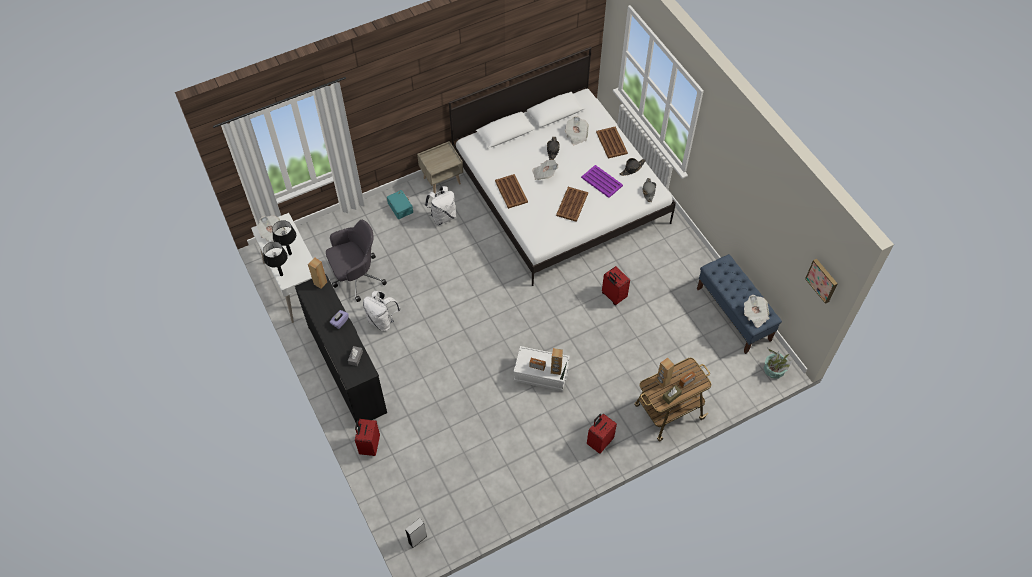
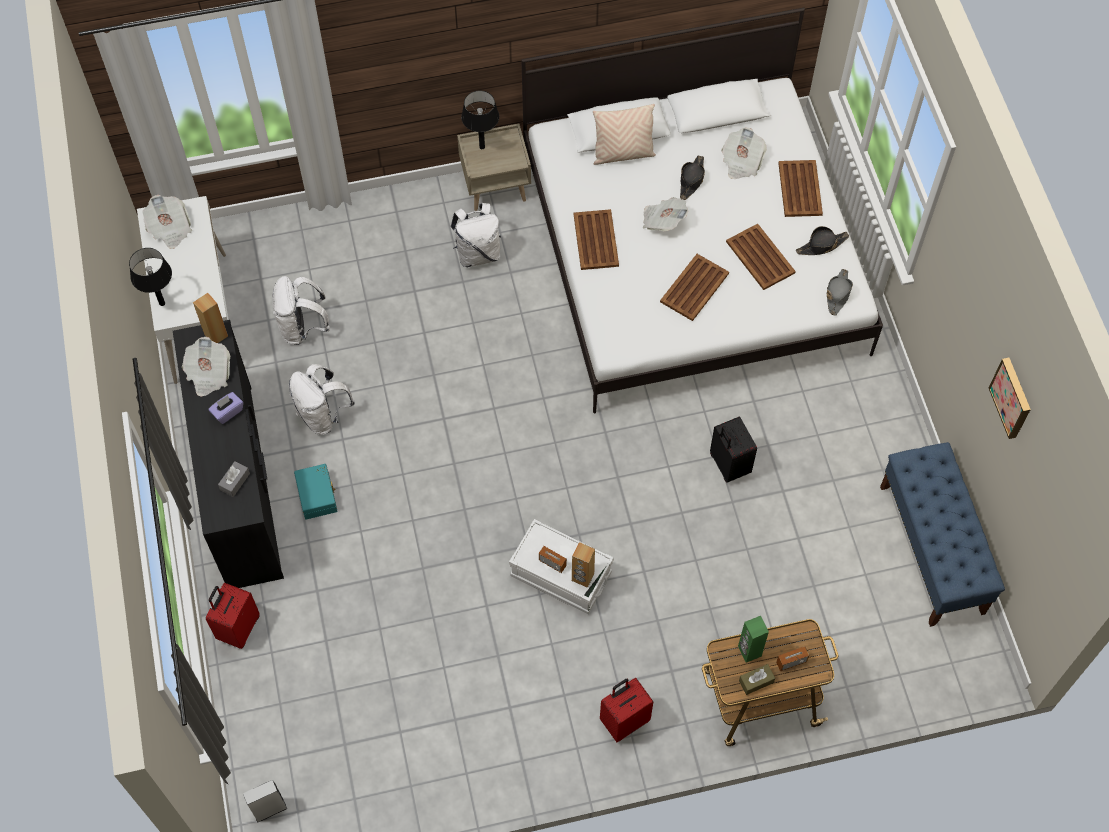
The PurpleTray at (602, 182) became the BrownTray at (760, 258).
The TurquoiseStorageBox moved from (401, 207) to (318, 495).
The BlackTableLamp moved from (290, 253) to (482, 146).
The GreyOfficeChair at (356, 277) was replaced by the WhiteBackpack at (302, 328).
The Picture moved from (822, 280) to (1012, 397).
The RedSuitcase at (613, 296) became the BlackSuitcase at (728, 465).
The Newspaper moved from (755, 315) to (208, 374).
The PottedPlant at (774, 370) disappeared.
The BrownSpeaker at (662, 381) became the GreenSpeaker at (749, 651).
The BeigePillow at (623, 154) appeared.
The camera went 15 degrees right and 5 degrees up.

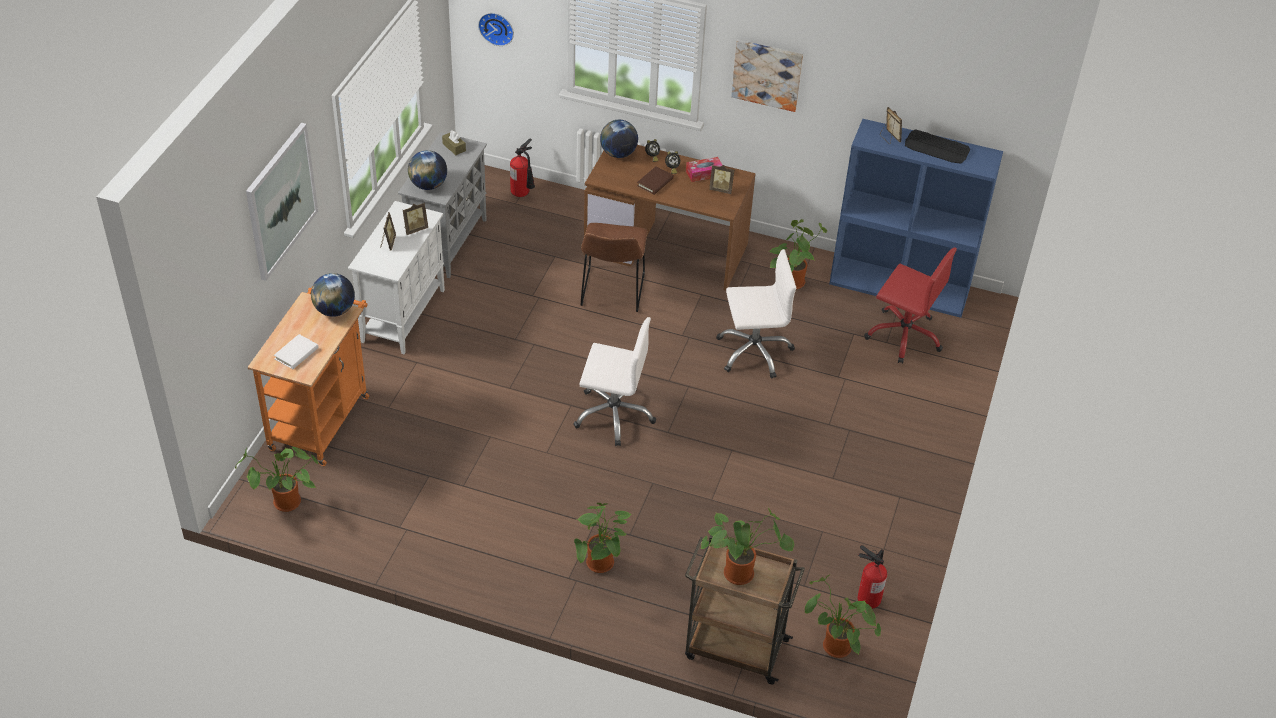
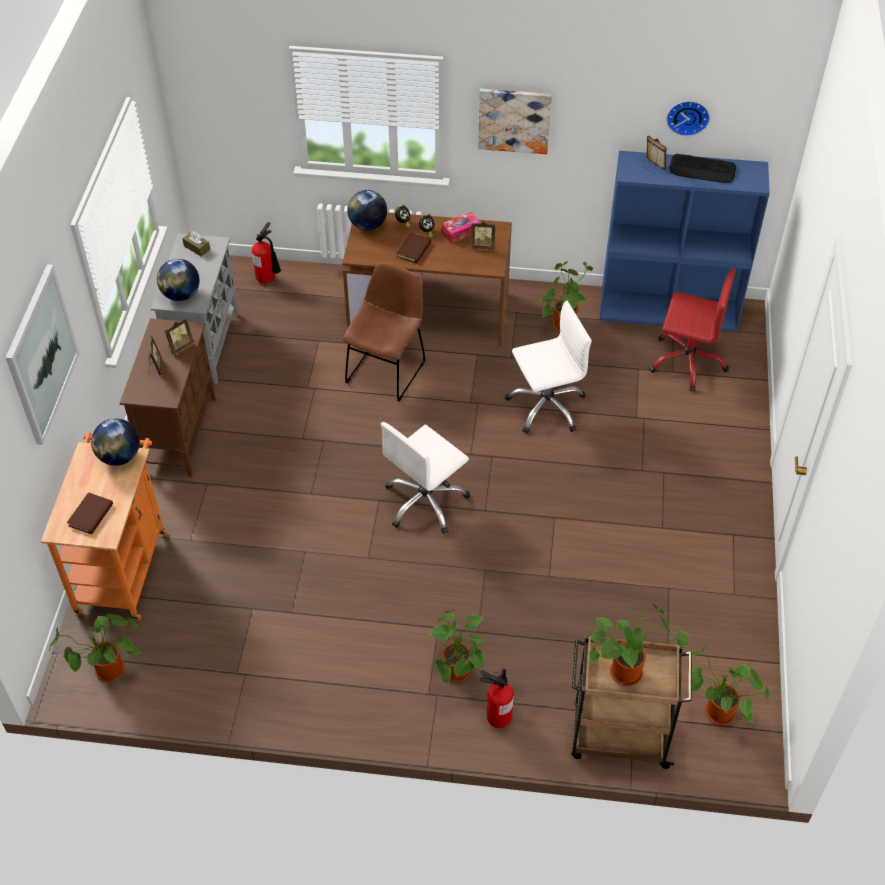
The WallClock moved from (497, 27) to (688, 116).
The WhiteCabinet at (403, 315) became the BrownCabinet at (180, 434).
The BrownChair at (612, 293) turned 150 degrees counterclockwise.
The WhiteOfficeChair at (614, 414) turned 135 degrees clockwise.
The WhiteBook at (296, 354) became the BrownBook at (91, 515).
The FireExtinguisher moved from (868, 598) to (498, 714).
The camera went 10 degrees left and 5 degrees up.

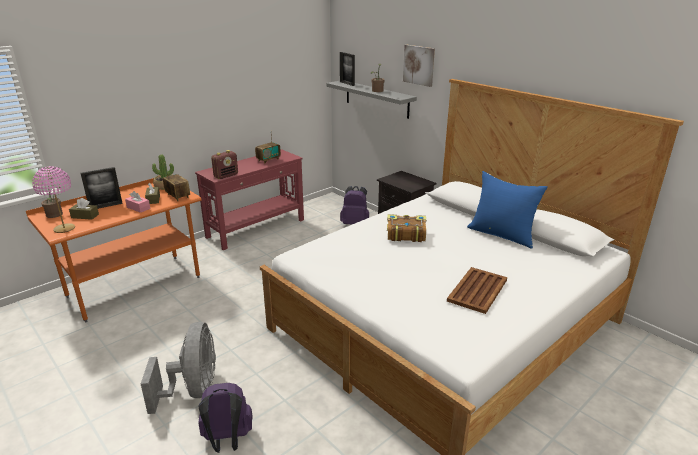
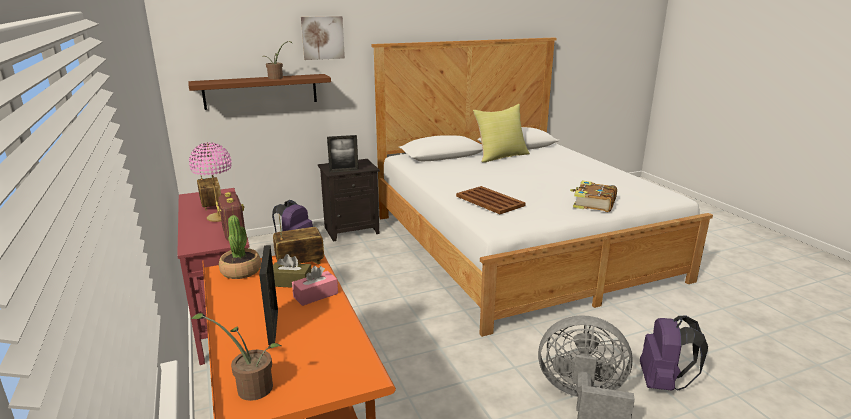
The PictureFrame moved from (347, 83) to (344, 171).
The GreyShelf at (376, 99) became the BrownShelf at (261, 91).
The PinkTableLamp moved from (64, 229) to (218, 218).
The BluePillow at (502, 234) became the YellowPillow at (501, 156).
The BrownTissueBox at (85, 216) disappeared.
The Book moved from (405, 234) to (593, 204).
The BrownTray moved from (478, 290) to (489, 200).
The camera went 70 degrees left and 5 degrees down.

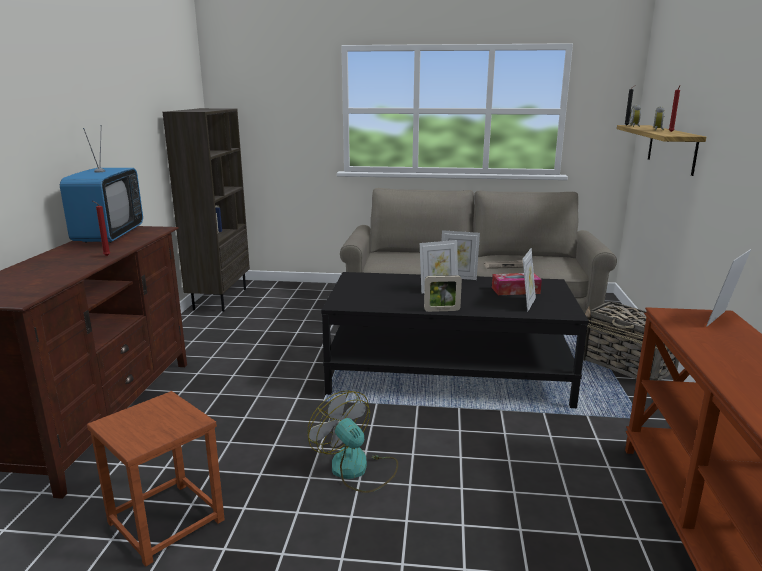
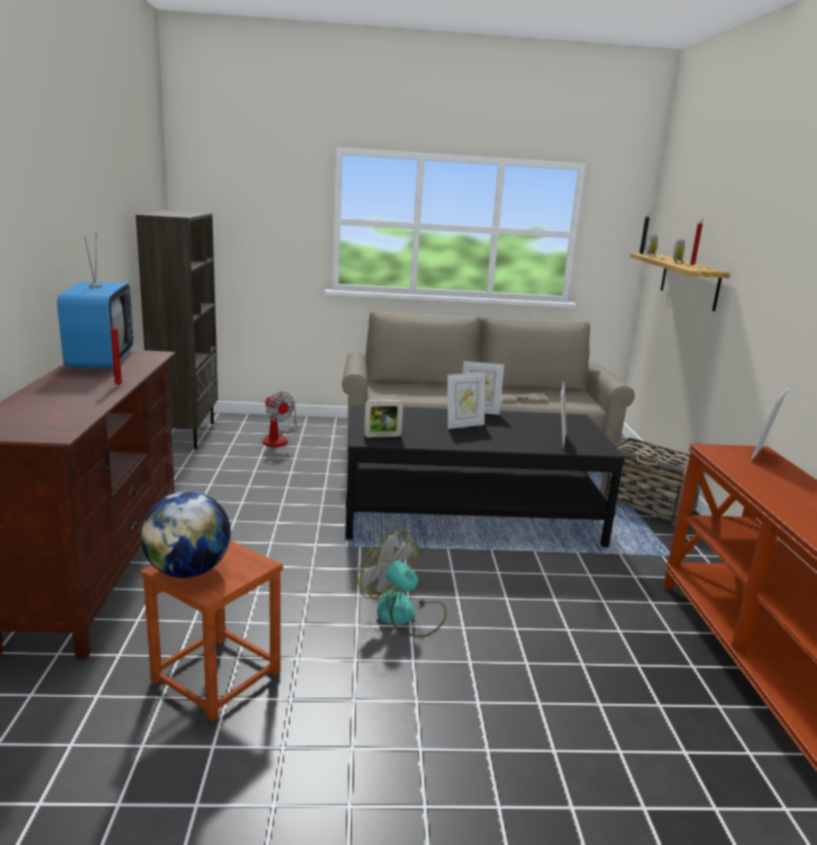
The TissueBox at (515, 290) disappeared.
The PictureFrame moved from (442, 310) to (382, 436).
The Fan at (278, 439) appeared.
The Globe at (188, 571) appeared.
The camera went 10 degrees left and 0 degrees up.

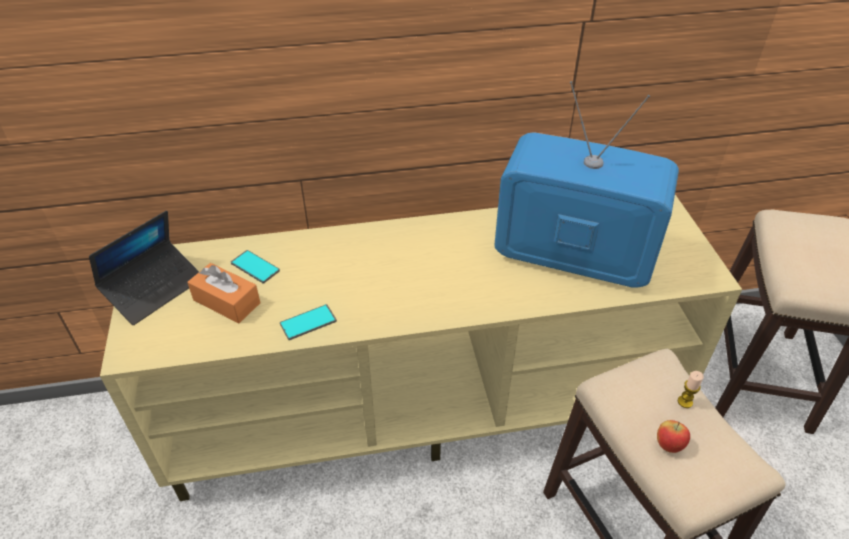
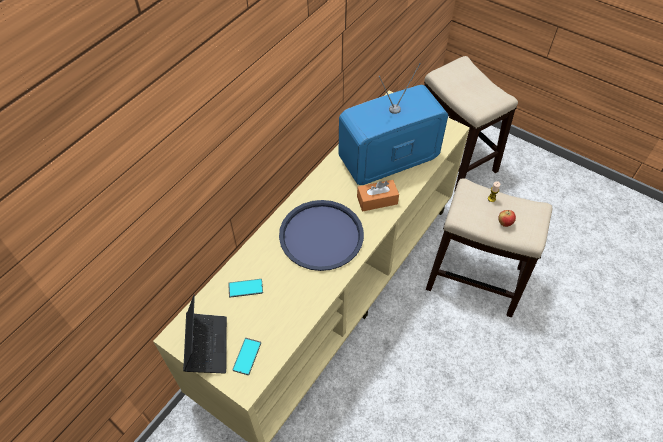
The OrangeTissueBox moved from (227, 301) to (377, 200).
The Phone moved from (308, 322) to (247, 356).
The BlueTray at (321, 235) appeared.
The camera went 45 degrees left and 10 degrees up.

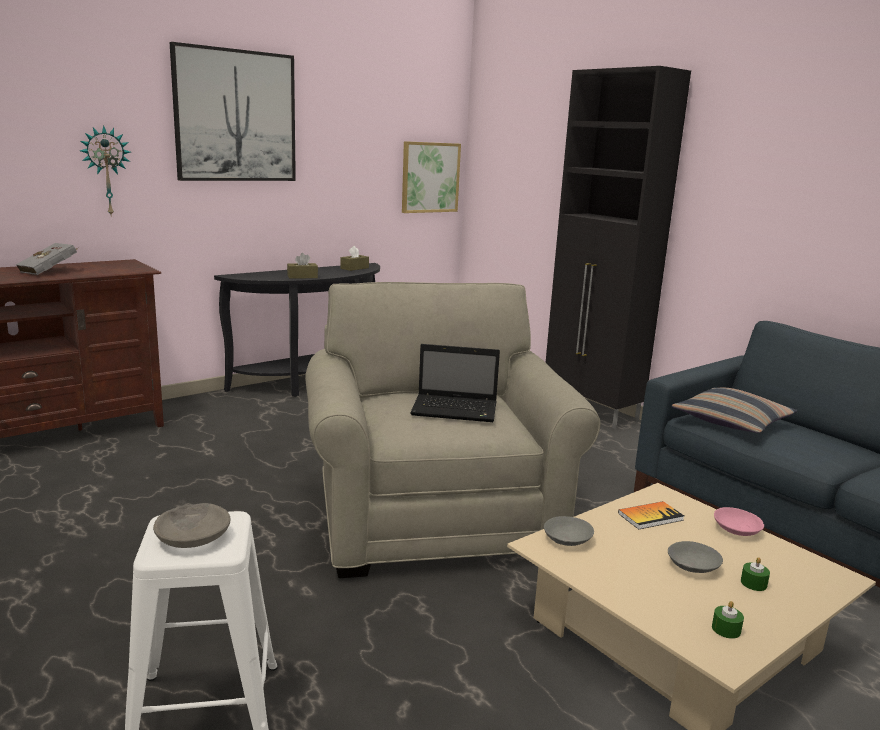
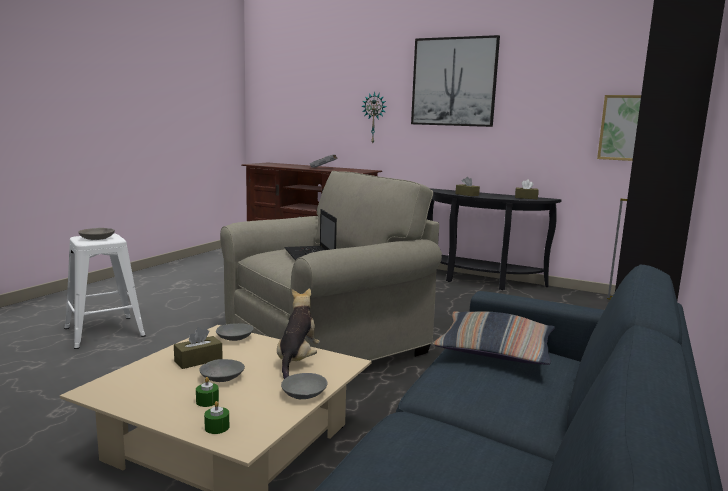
The Book at (650, 517) was replaced by the PlushToy at (297, 360).
The PinkBowl at (737, 530) became the GreyBowl at (303, 394).
The GreenCandle moved from (726, 629) to (217, 427).
The BrownTissueBox at (198, 360) appeared.
The camera went 65 degrees right and 5 degrees down.

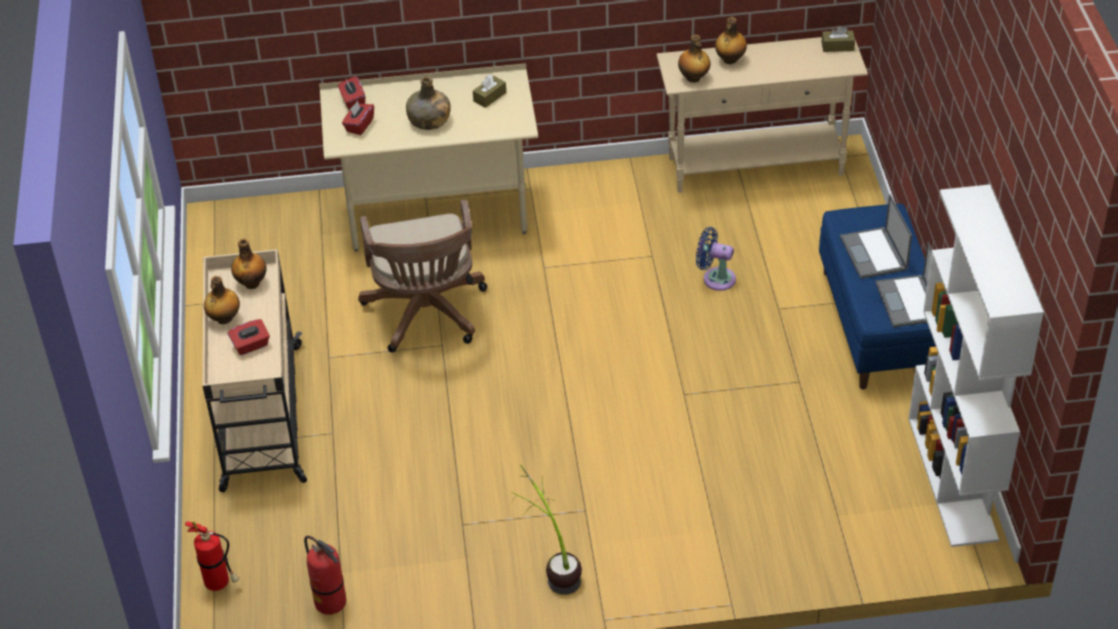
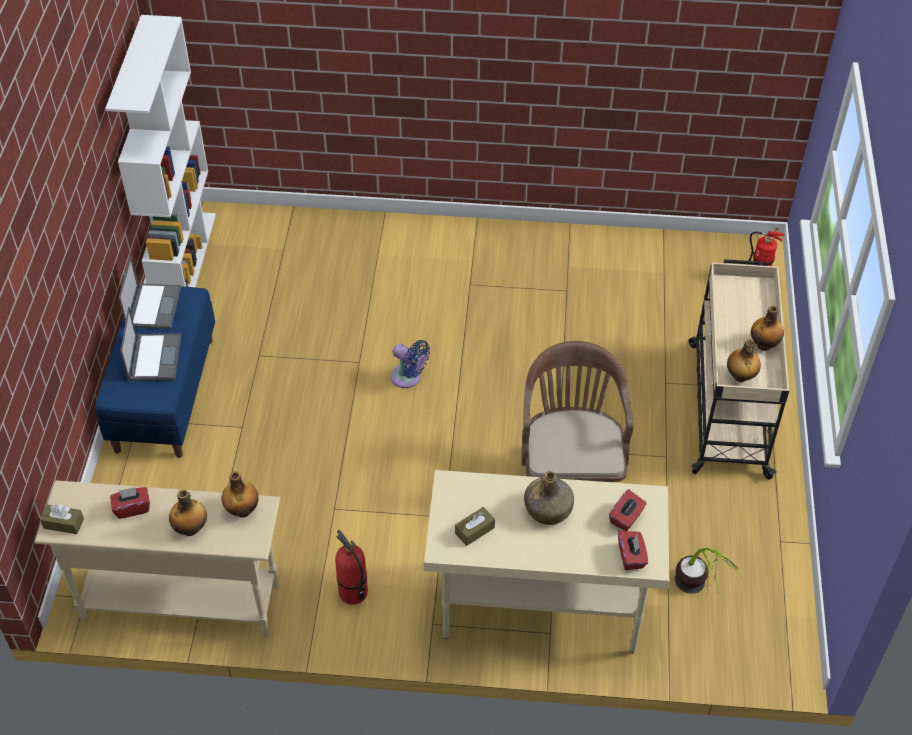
The BlueFan moved from (715, 278) to (408, 378).
The RedTissueBox moved from (251, 345) to (132, 508).
The PottedPlant moved from (552, 567) to (698, 595).
The FireExtinguisher moved from (331, 602) to (353, 592).
The camera went 170 degrees left and 5 degrees up.

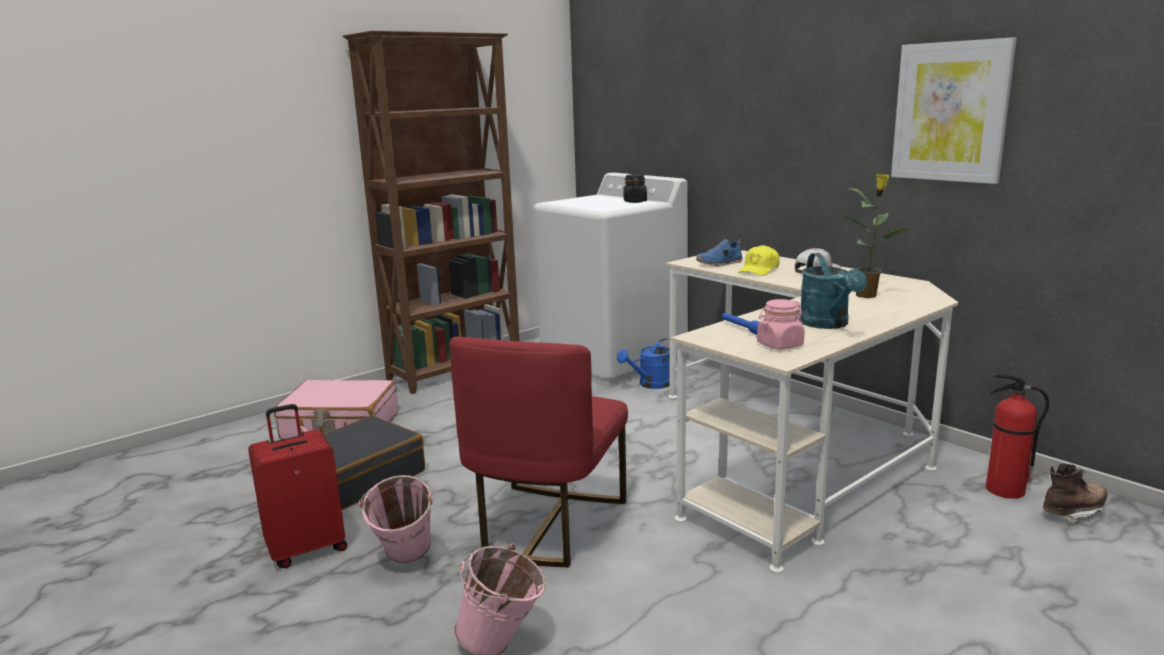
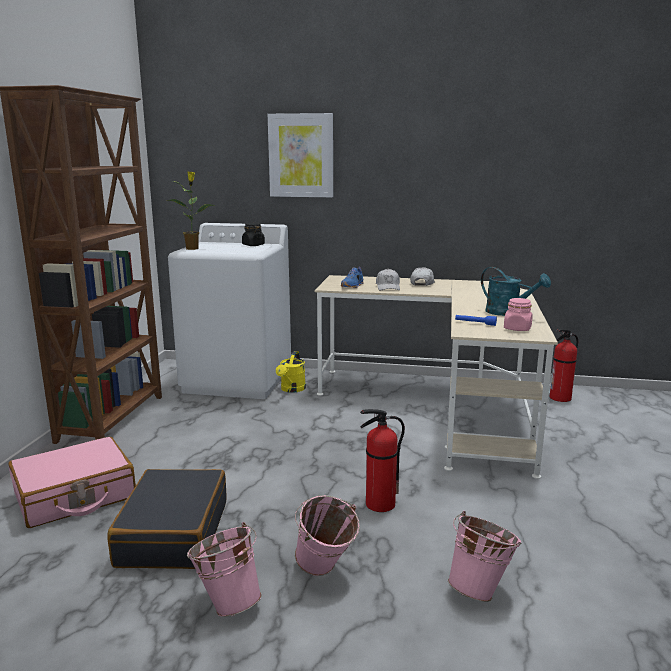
The Picture moved from (950, 112) to (301, 155).
The PottedPlant moved from (867, 295) to (193, 248).
The YellowCap at (759, 270) became the WhiteCap at (388, 287).
The RedChair at (547, 525) was replaced by the FireExtinguisher at (379, 504).
The BlueWateringCan at (650, 384) became the YellowWateringCan at (291, 389).
The RedSuitcase at (307, 549) was replaced by the PinkBucket at (228, 602).
The BrownBoot at (1073, 512) disappeared.
The camera went 40 degrees left and 0 degrees up.

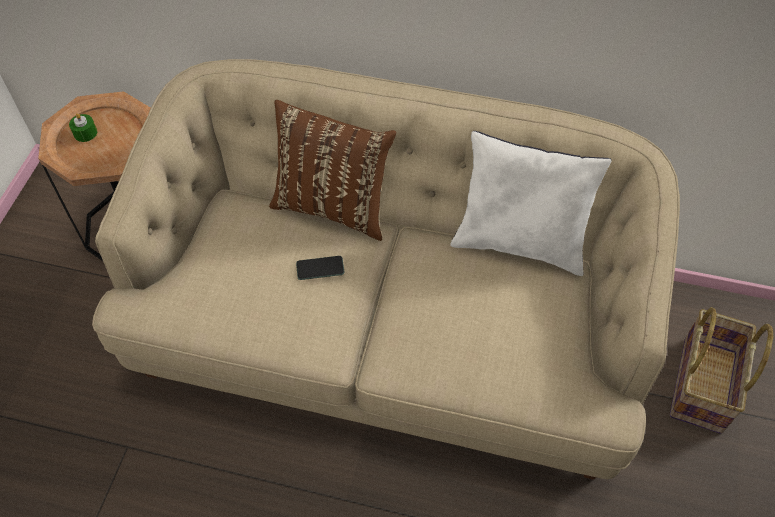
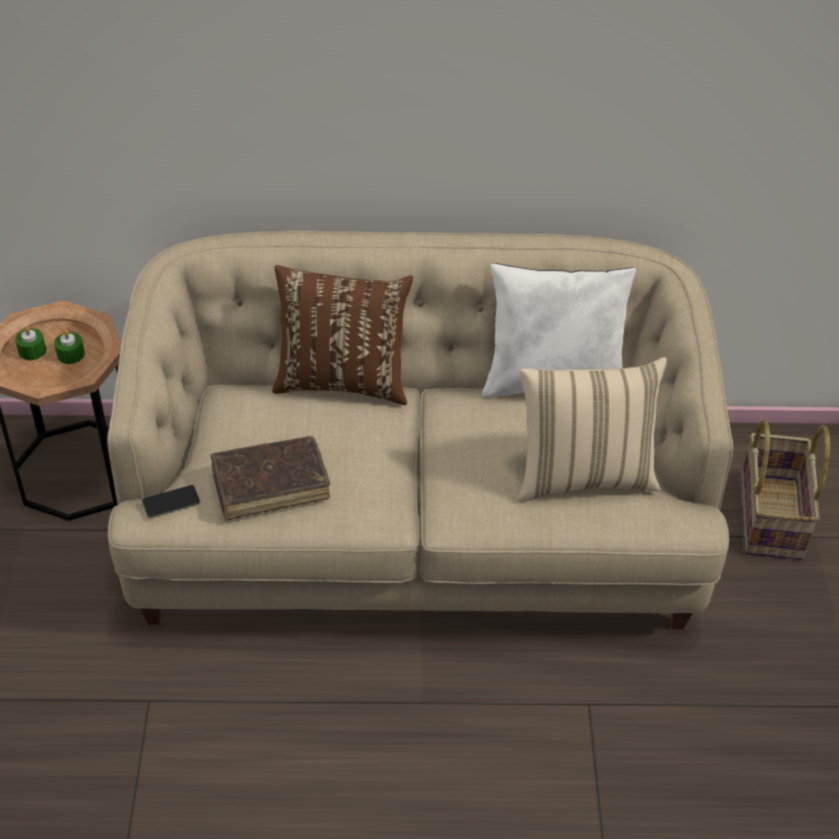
The Phone moved from (320, 268) to (171, 502).
The GreenCandle at (71, 354) appeared.
The BeigePillow at (583, 476) appeared.
The BrownBook at (270, 485) appeared.
The camera went 15 degrees left and 10 degrees down.

